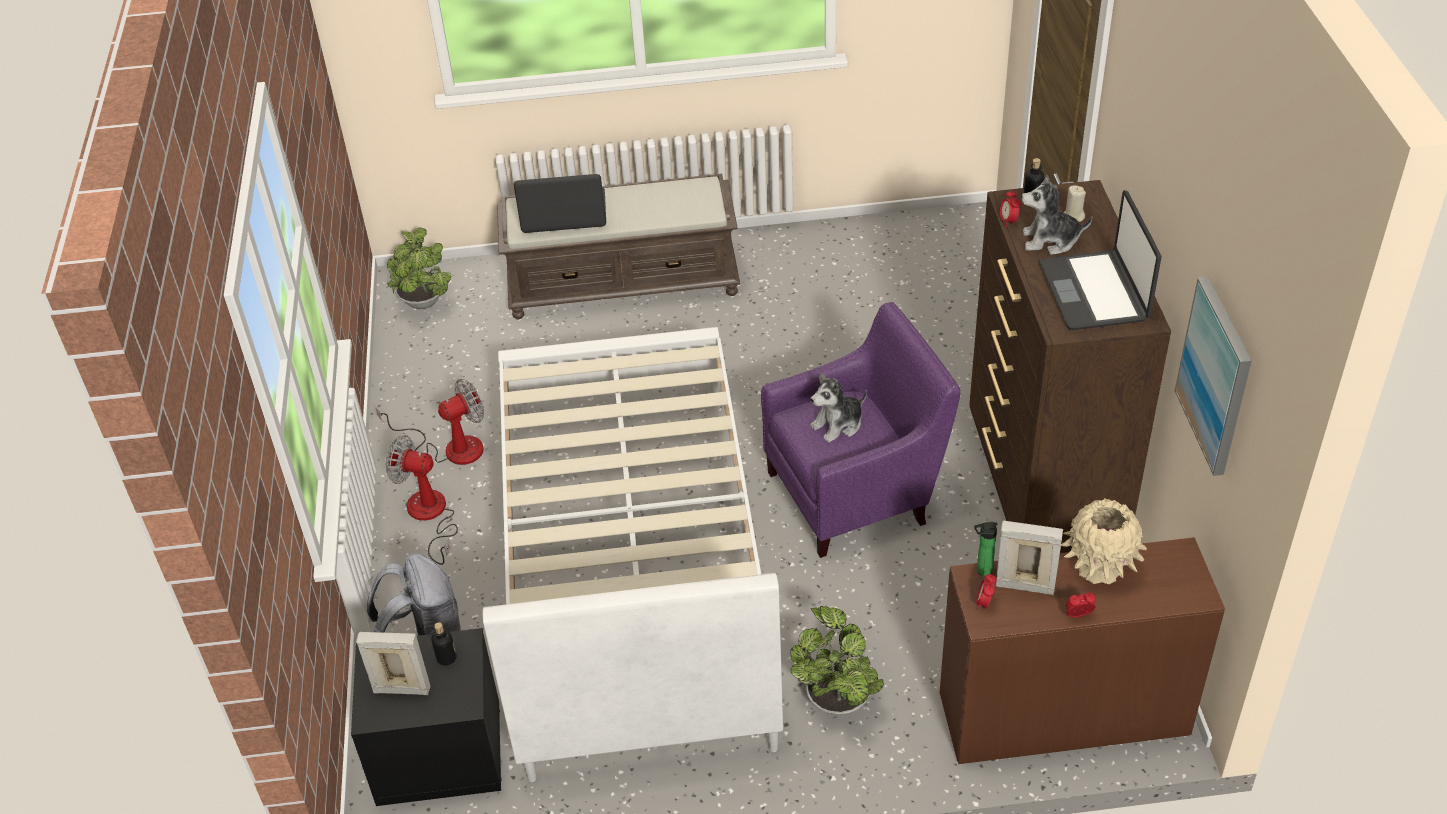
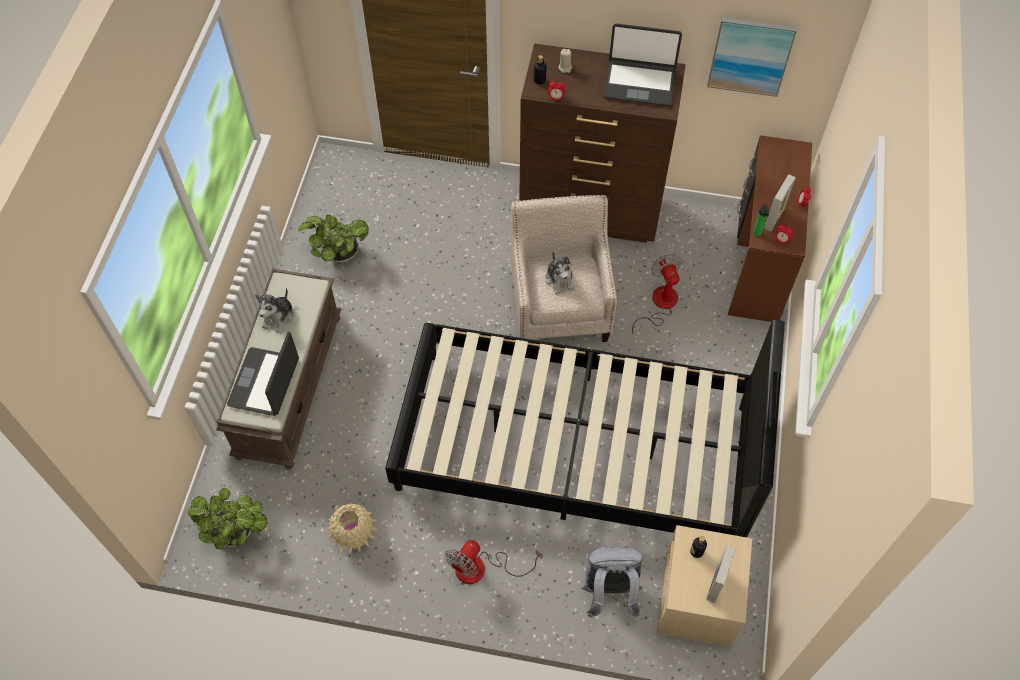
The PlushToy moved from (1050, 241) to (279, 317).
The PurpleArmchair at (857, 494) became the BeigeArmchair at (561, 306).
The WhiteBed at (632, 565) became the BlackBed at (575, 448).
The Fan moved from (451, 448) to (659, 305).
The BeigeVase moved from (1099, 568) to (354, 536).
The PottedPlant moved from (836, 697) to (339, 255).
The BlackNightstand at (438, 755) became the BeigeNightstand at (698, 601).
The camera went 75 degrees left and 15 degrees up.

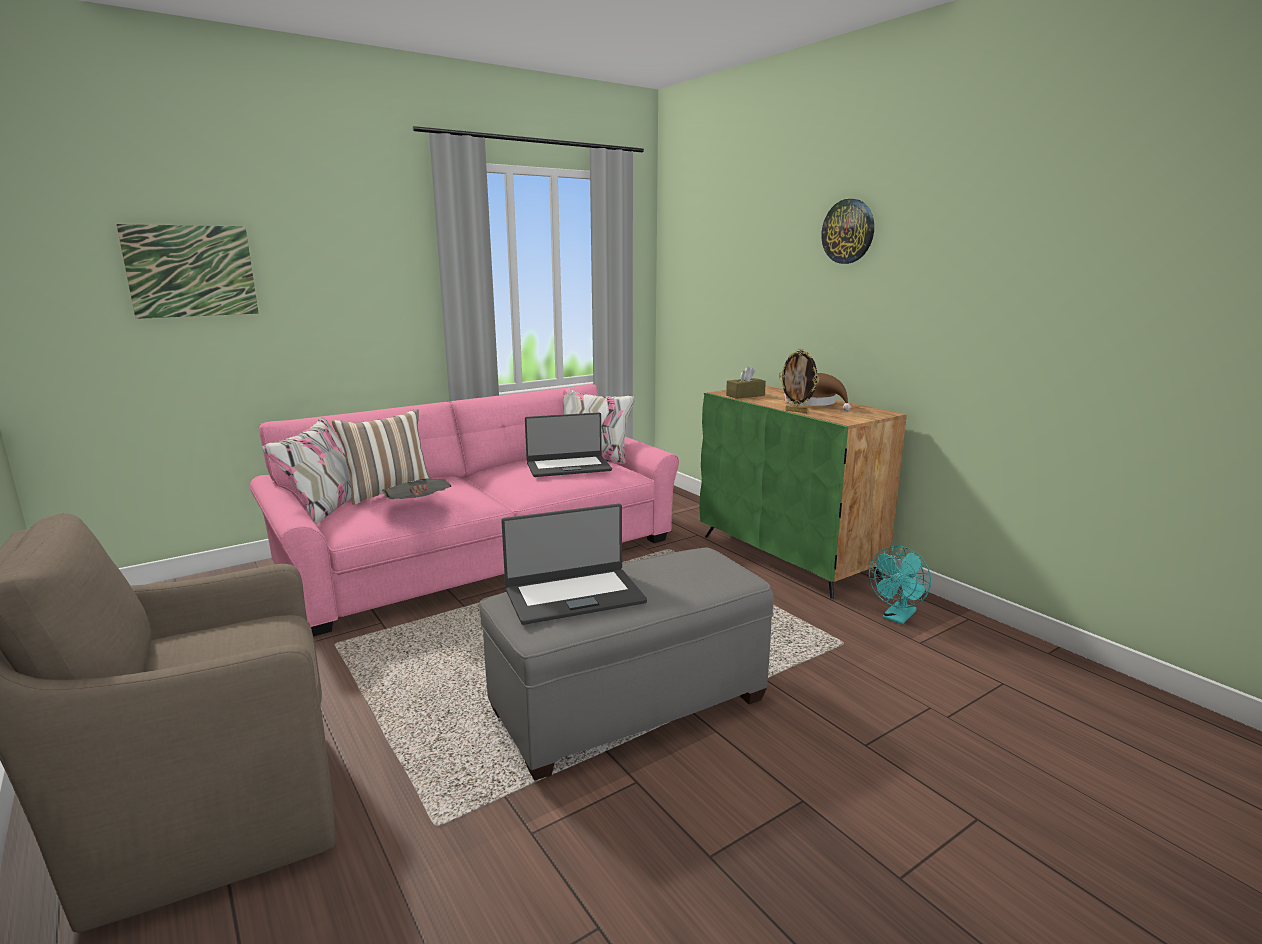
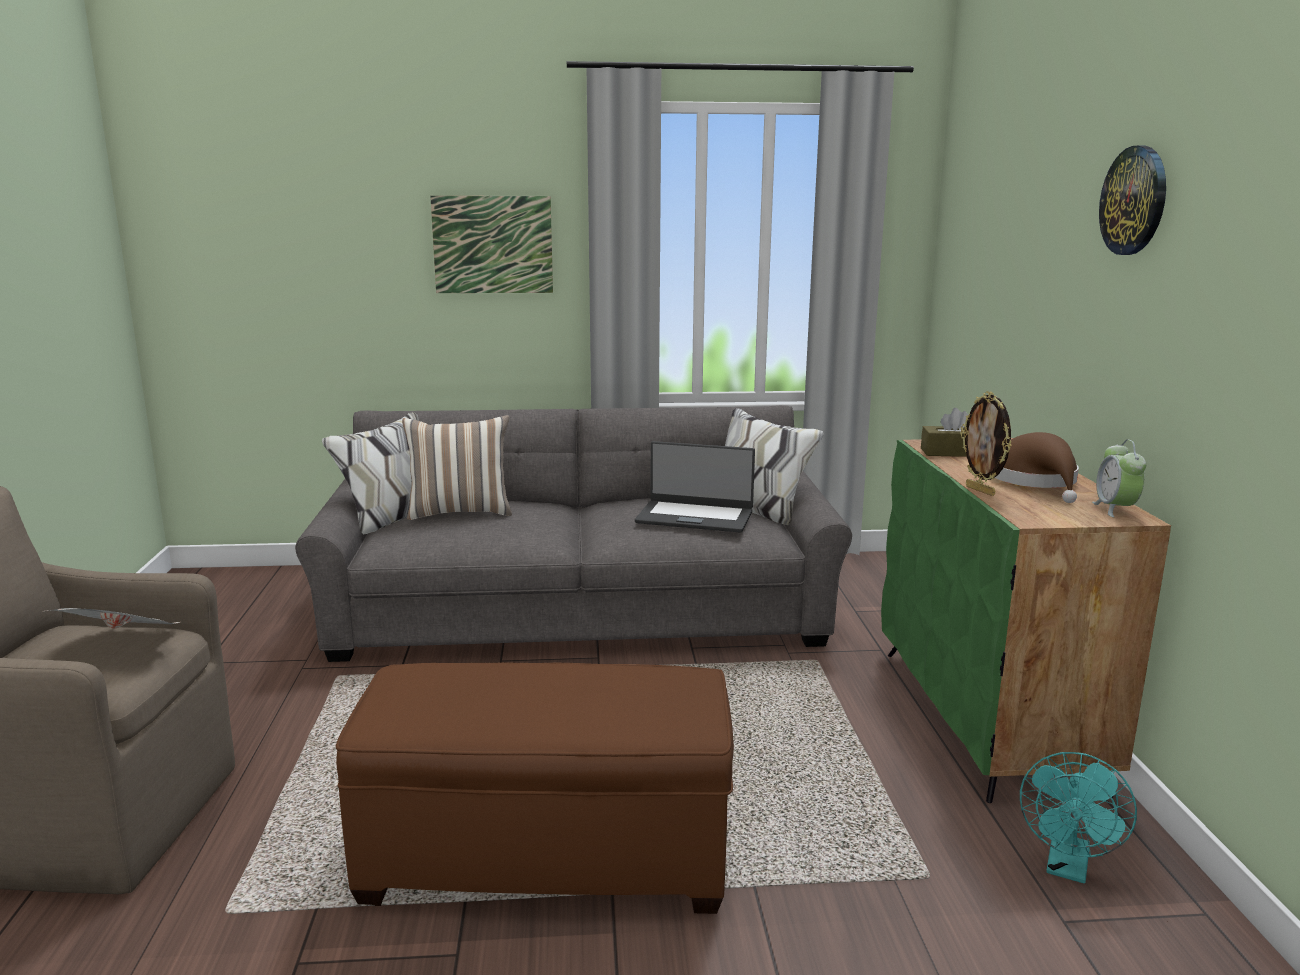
The Picture moved from (191, 271) to (493, 245).
The PinkSofa at (483, 555) became the GreySofa at (581, 611).
The Newspaper moved from (418, 507) to (124, 646).
The Laptop at (574, 595) disappeared.
The TurquoiseFan at (897, 618) turned 45 degrees counterclockwise.
The GreyOttoman at (629, 705) became the BrownOttoman at (548, 855).
The AlarmClock at (1115, 509) appeared.
The camera went 30 degrees right and 0 degrees up.

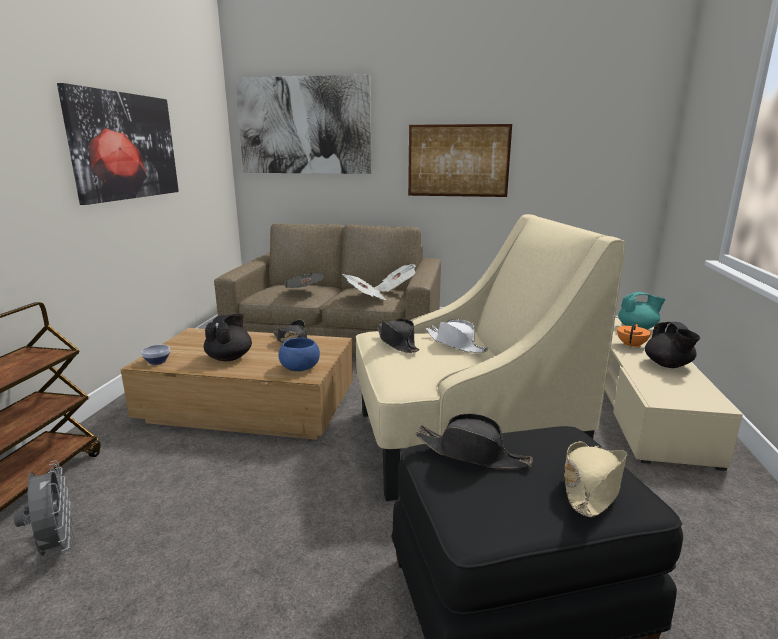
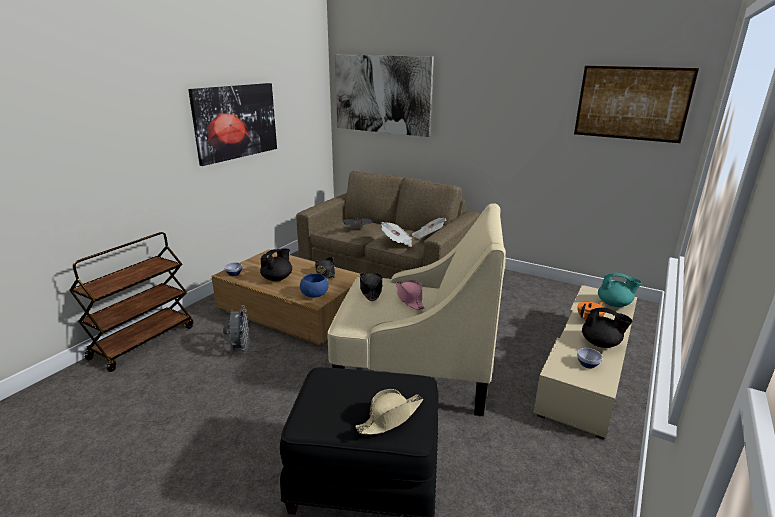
The Picture moved from (458, 161) to (631, 103).
The WhiteHat at (456, 344) became the PinkHat at (409, 298).
The BlackTeapot at (668, 365) turned 75 degrees counterclockwise.
The BlackHat at (472, 453) disappeared.
The GreyFan moved from (57, 547) to (240, 349).
The Bowl at (587, 364) appeared.
The camera went 20 degrees right and 5 degrees up.

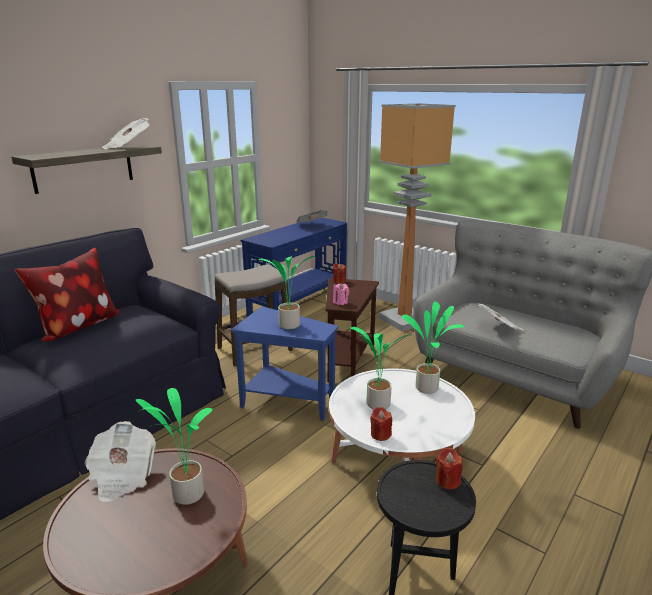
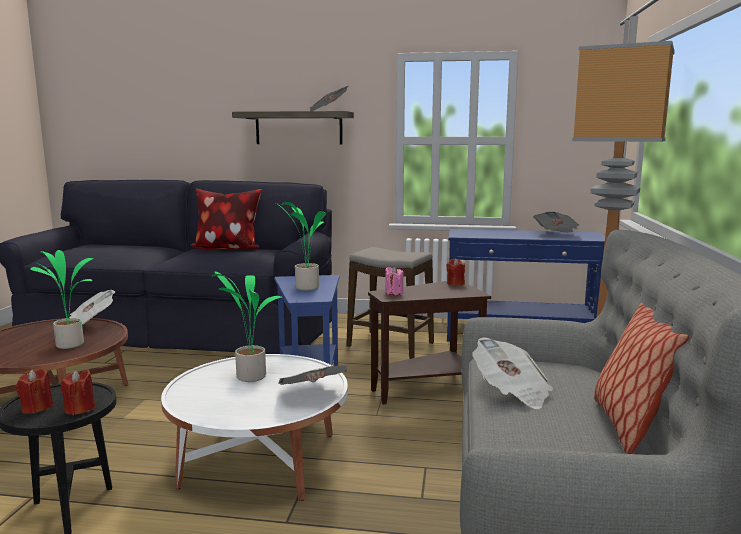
The PottedPlant at (428, 388) was replaced by the Newspaper at (312, 394).
The RedCandle moved from (380, 434) to (36, 408).
The Pillow at (629, 426) appeared.
The camera went 60 degrees right and 10 degrees down.

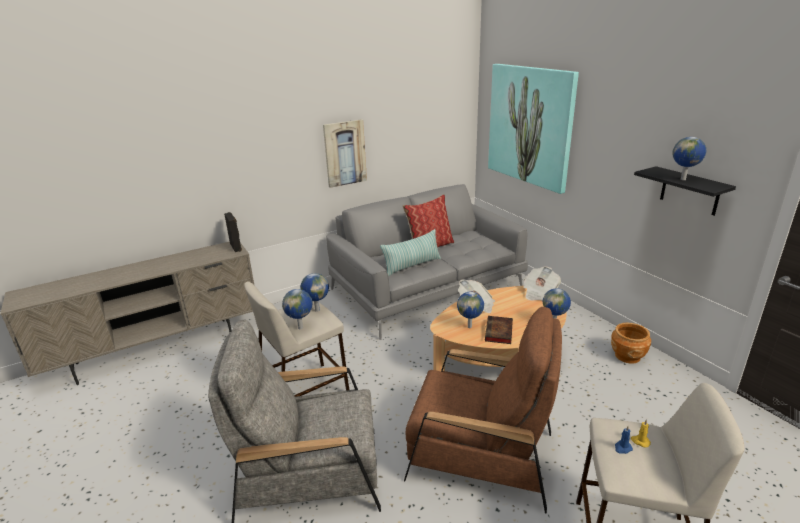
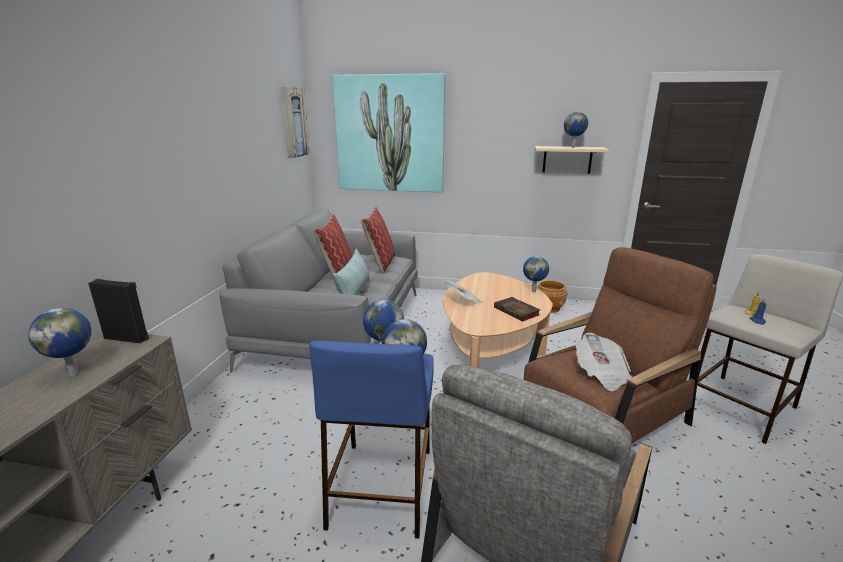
The Picture moved from (344, 153) to (294, 122).
The BlackShelf at (690, 191) became the BeigeShelf at (567, 159).
The Newspaper moved from (539, 293) to (601, 374).
The BeigeStool at (304, 391) became the BlueStool at (381, 485).
The Globe moved from (470, 326) to (75, 373).
The Pillow at (380, 263) appeared.
The camera went 50 degrees left and 5 degrees down.

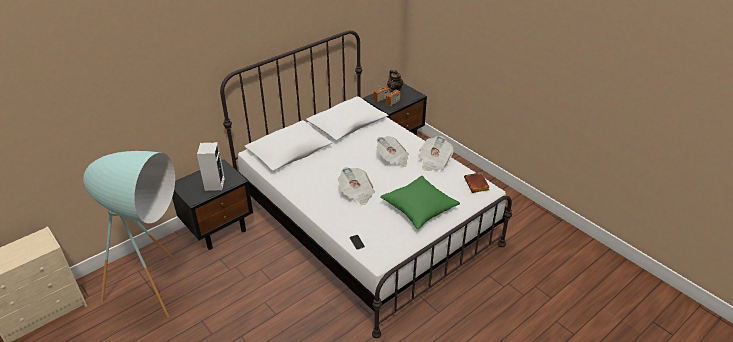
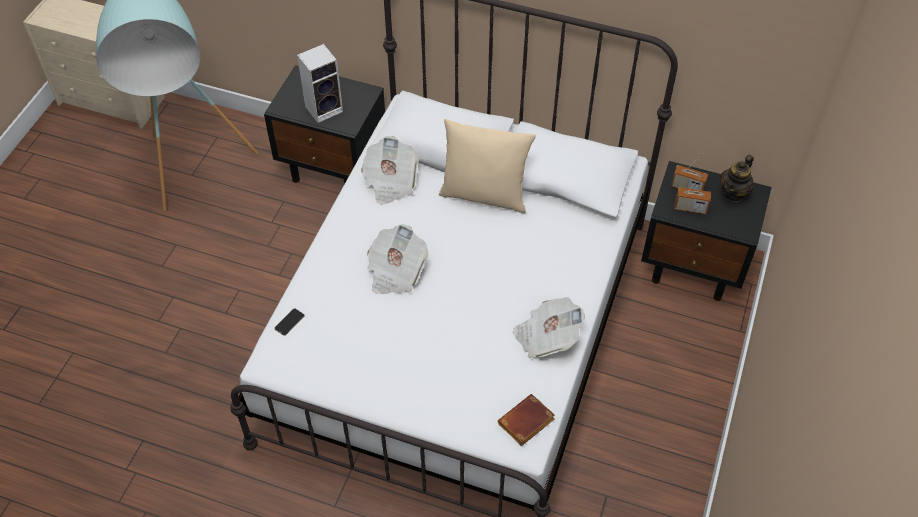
The Newspaper moved from (393, 159) to (390, 182).
The GreenPillow at (419, 208) disappeared.
The BeigePillow at (484, 194) appeared.
The camera went 60 degrees right and 15 degrees up.

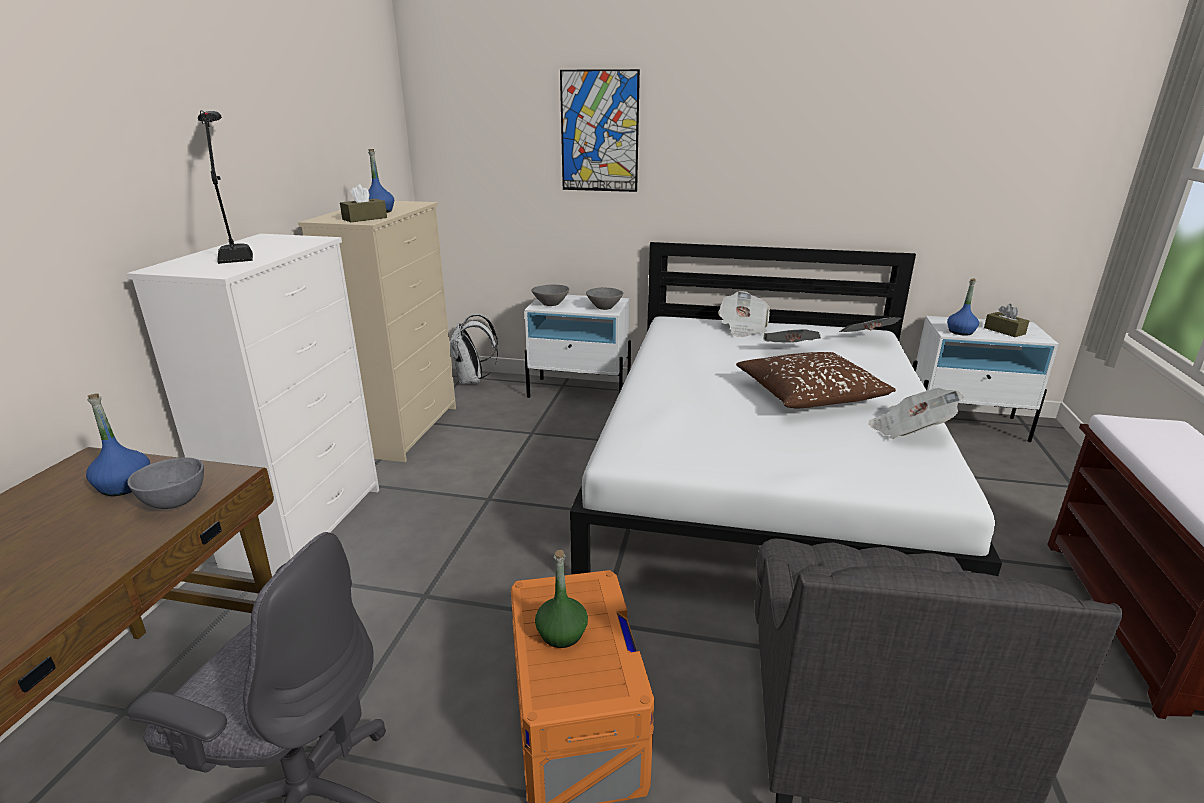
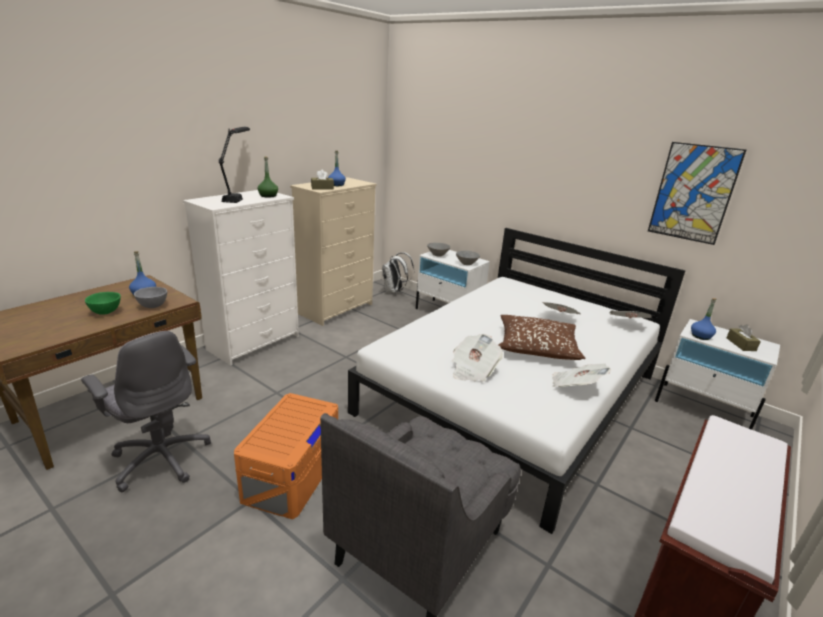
The Picture moved from (599, 132) to (693, 193).
The Newspaper moved from (743, 328) to (473, 370).
The GreenBottle moved from (562, 634) to (268, 196).
The GreenBowl at (106, 312) appeared.
The camera went 25 degrees right and 0 degrees up.

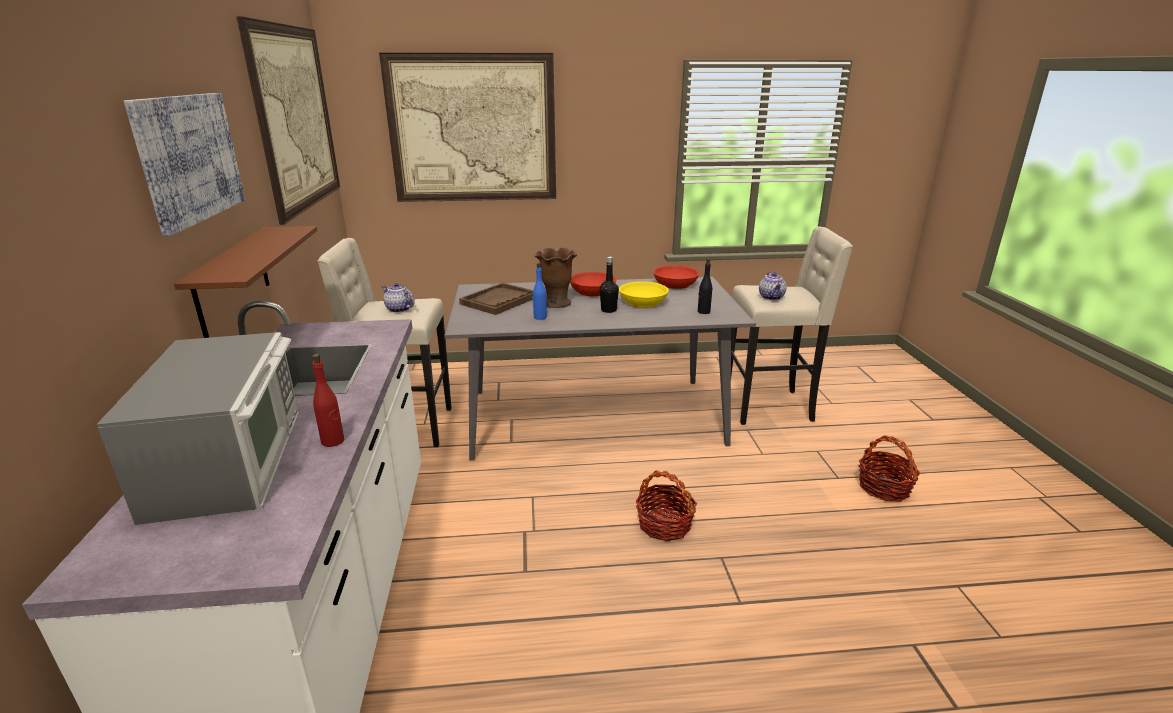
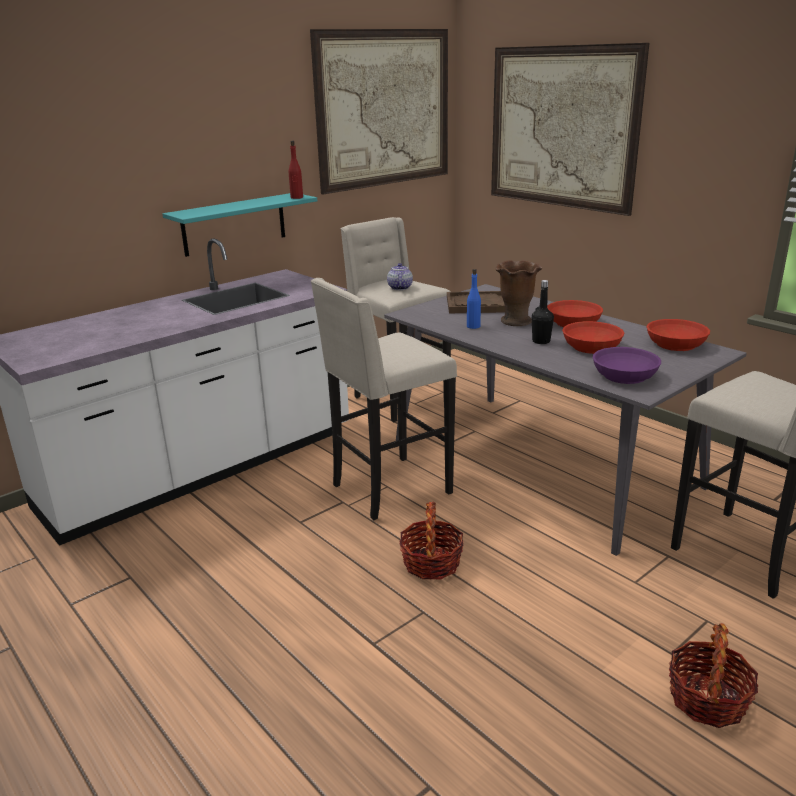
The Picture at (189, 158) disappeared.
The BrownShelf at (232, 280) became the TurquoiseShelf at (234, 224).
The BlackBottle at (703, 312) was replaced by the PurpleBowl at (624, 375).
The Teapot at (771, 297) disappeared.
The YellowBowl at (643, 302) became the RedBowl at (591, 346).
The Microwave at (232, 460) disappeared.
The RedBottle moved from (333, 441) to (296, 197).
The BeigeStool at (388, 489) appeared.
The camera went 55 degrees right and 0 degrees up.

